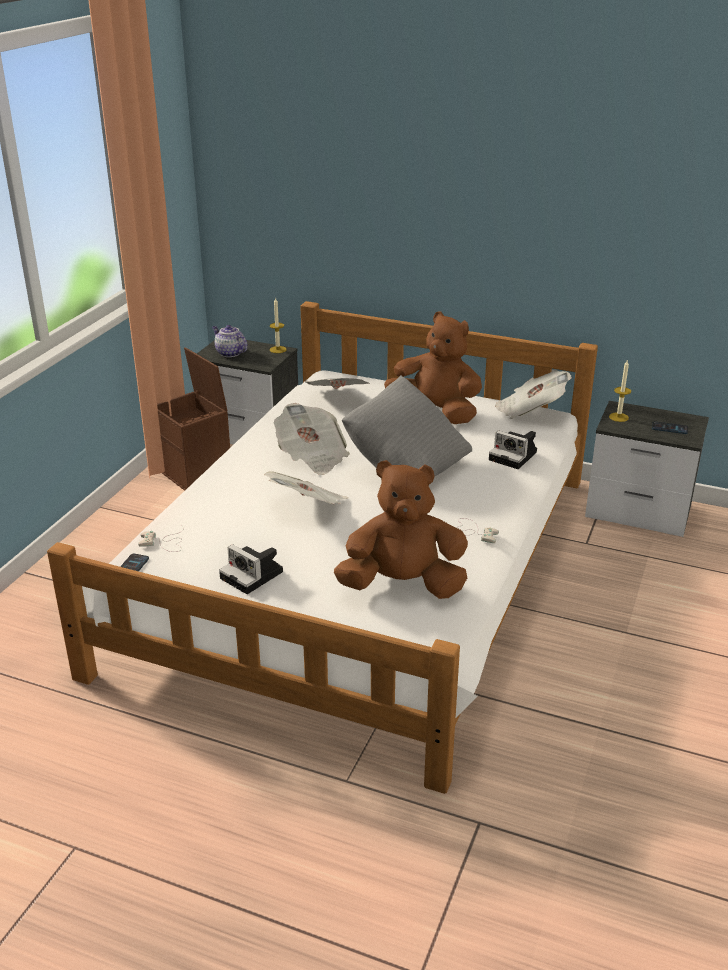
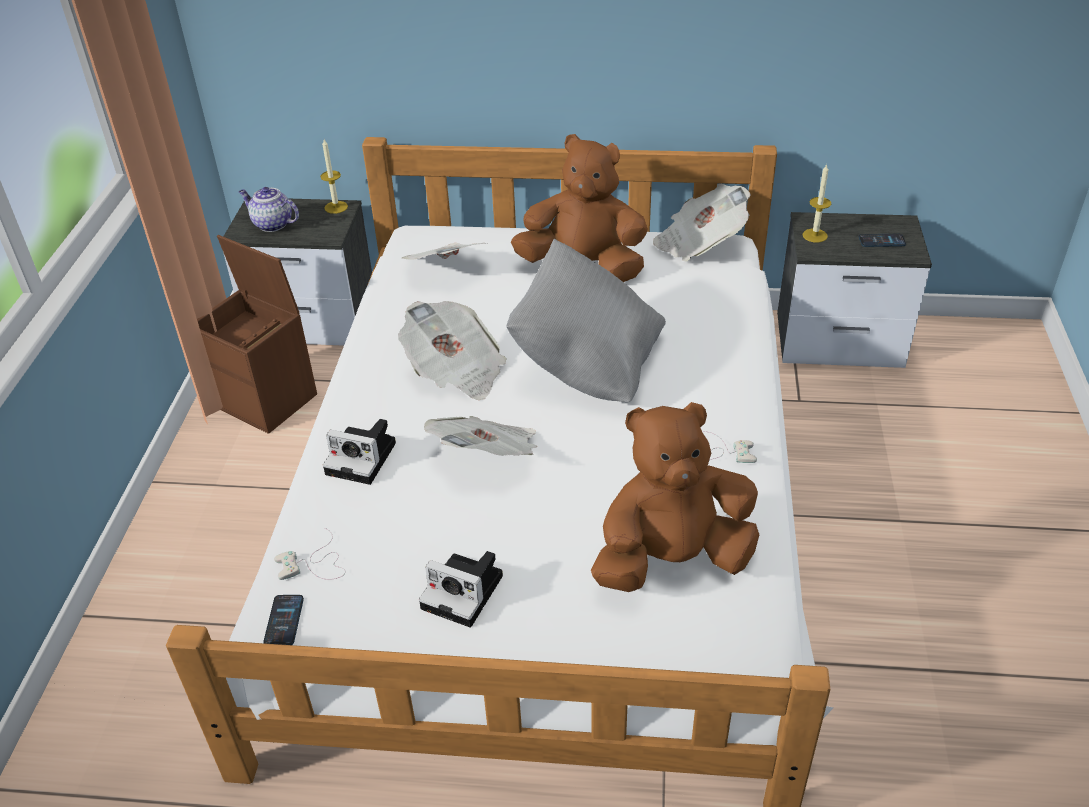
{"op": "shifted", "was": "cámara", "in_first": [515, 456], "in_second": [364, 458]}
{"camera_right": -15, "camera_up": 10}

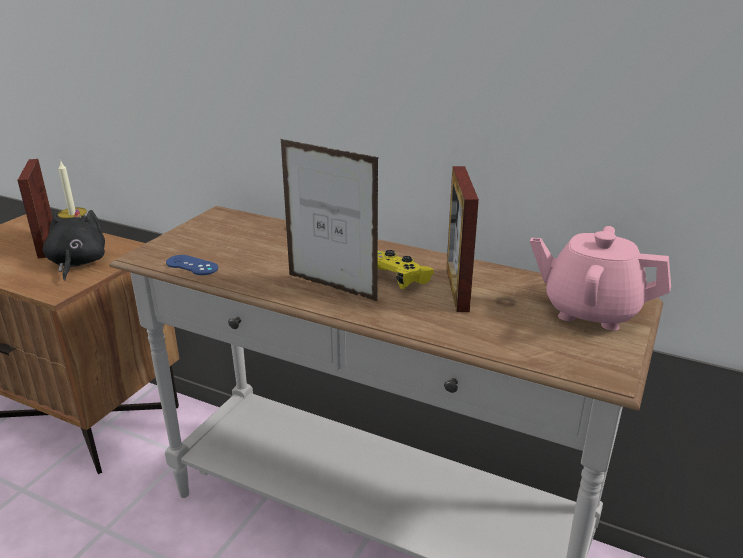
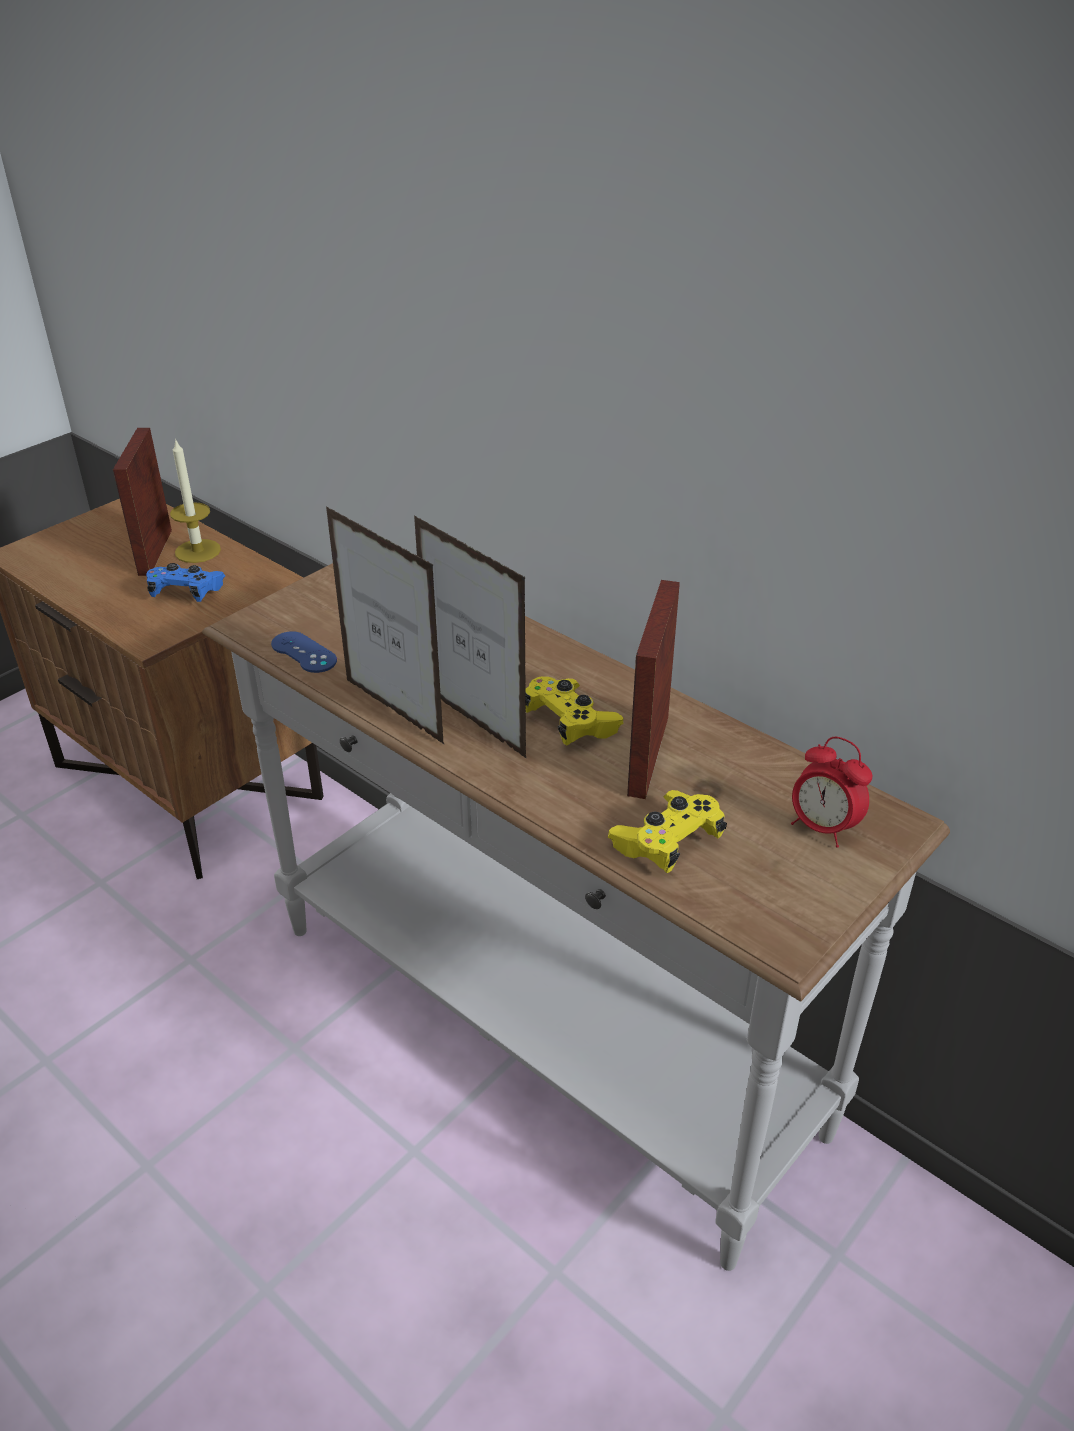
{"op": "new", "now": "portarretratos", "in_second": [394, 711]}
{"op": "new", "now": "mando de consola/amarillo", "in_second": [667, 843]}
{"op": "swapped", "was": "peluche/negro", "now": "mando de consola/azul", "in_first": [77, 263], "in_second": [186, 592]}
{"op": "swapped", "was": "tetera/rosa", "now": "despertador", "in_first": [590, 311], "in_second": [822, 828]}
{"camera_right": 15, "camera_up": 10}

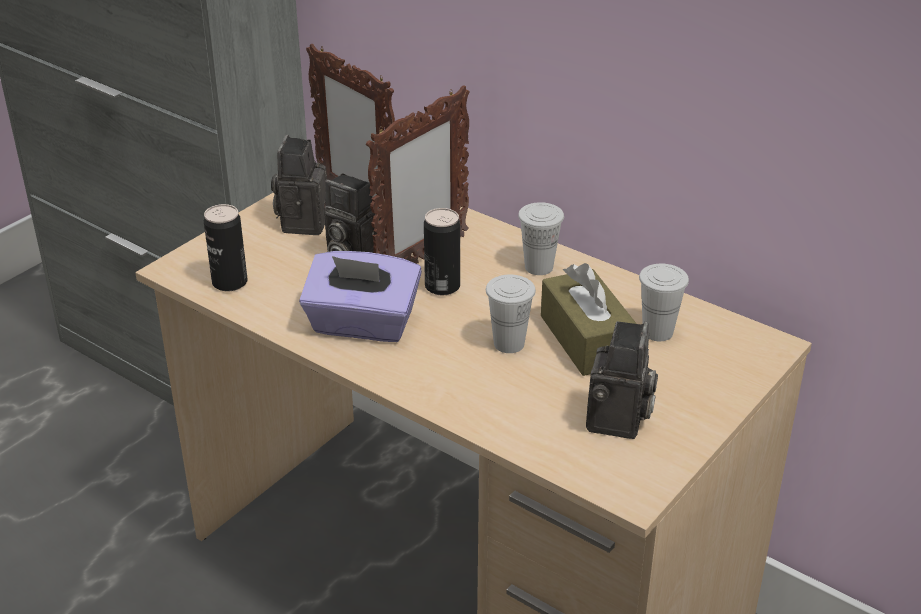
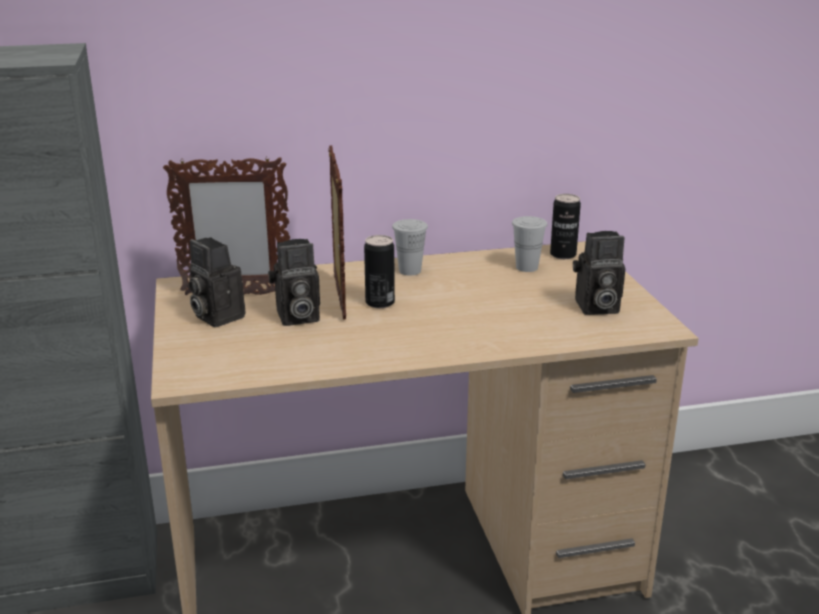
{"op": "gone", "was": "caja de pañuelos/morado", "in_first": [362, 325]}
{"op": "gone", "was": "taza/blanco", "in_first": [509, 344]}
{"op": "gone", "was": "caja de pañuelos/marrón", "in_first": [586, 339]}
{"op": "shifted", "was": "lata", "in_first": [230, 282], "in_second": [563, 255]}
{"op": "rotated", "was": "cámara", "in_first": [618, 422], "in_second": [595, 308], "clockwise": 120}
{"camera_right": -50, "camera_up": -10}

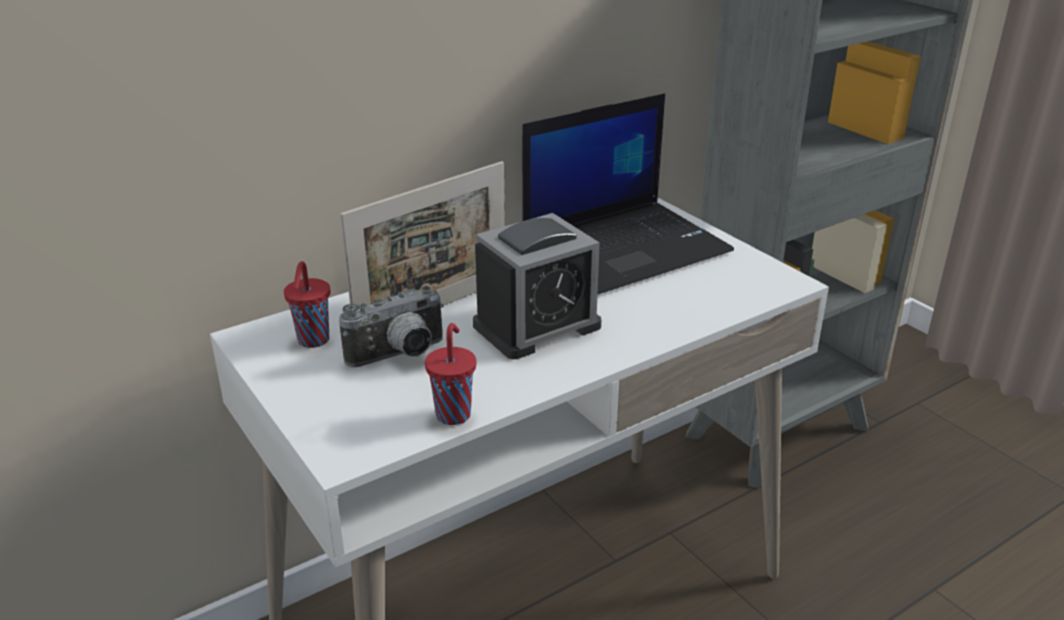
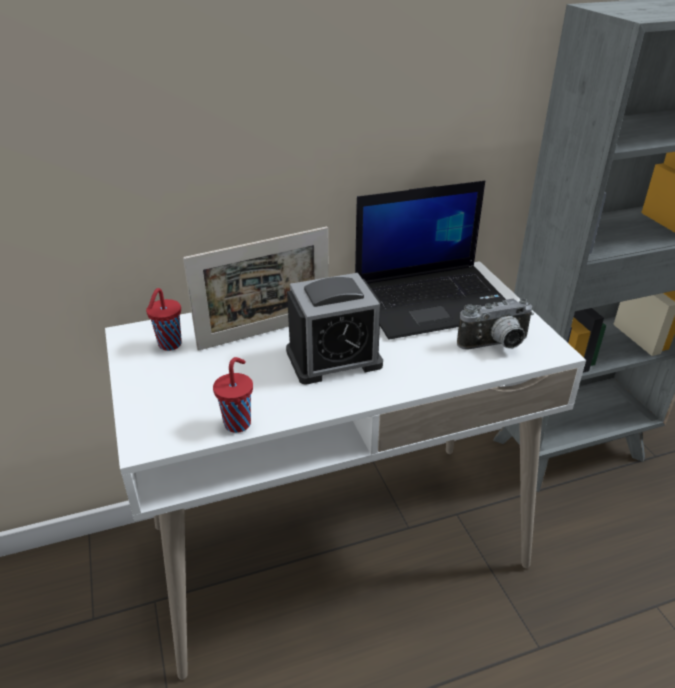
{"op": "shifted", "was": "cámara", "in_first": [400, 356], "in_second": [496, 346]}
{"camera_right": 15, "camera_up": 5}

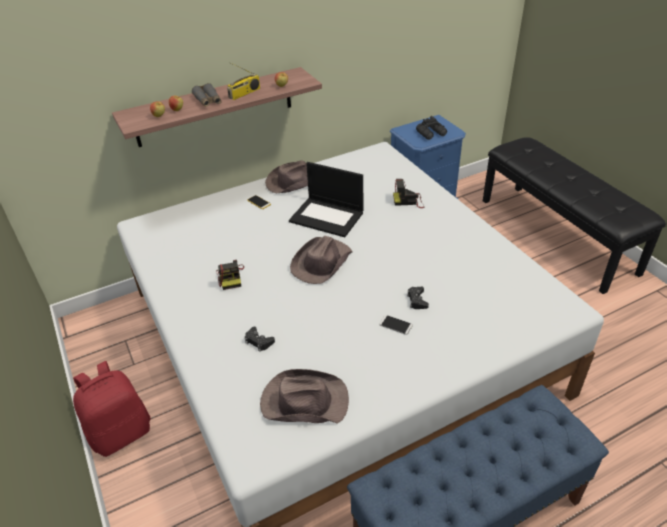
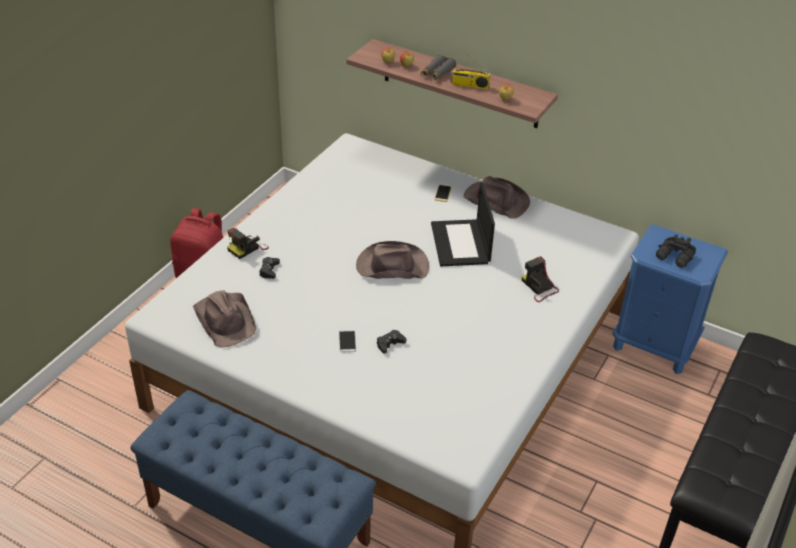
{"op": "shifted", "was": "cámara", "in_first": [230, 277], "in_second": [247, 248]}
{"camera_right": 55, "camera_up": 0}

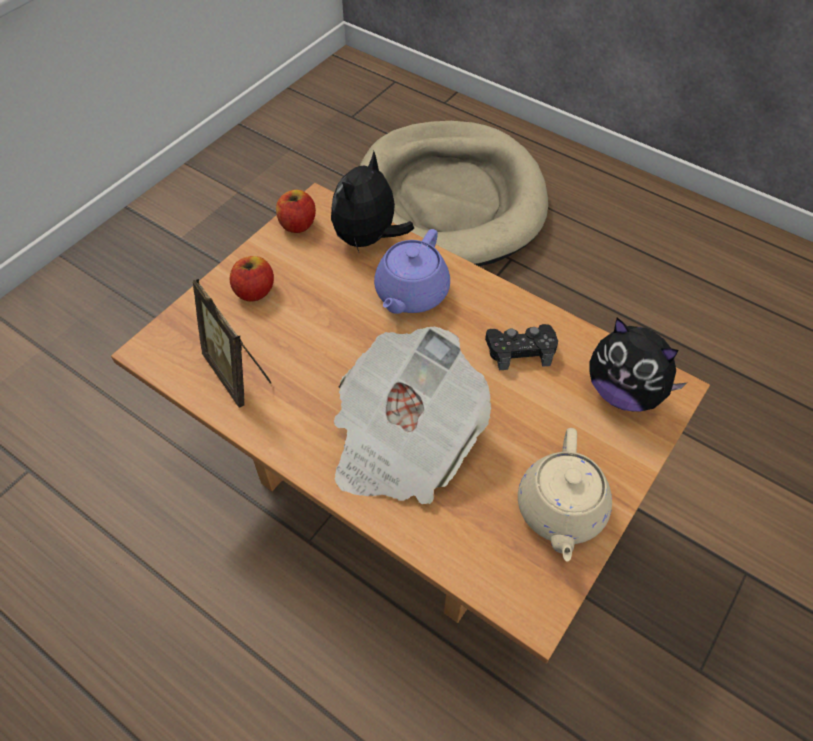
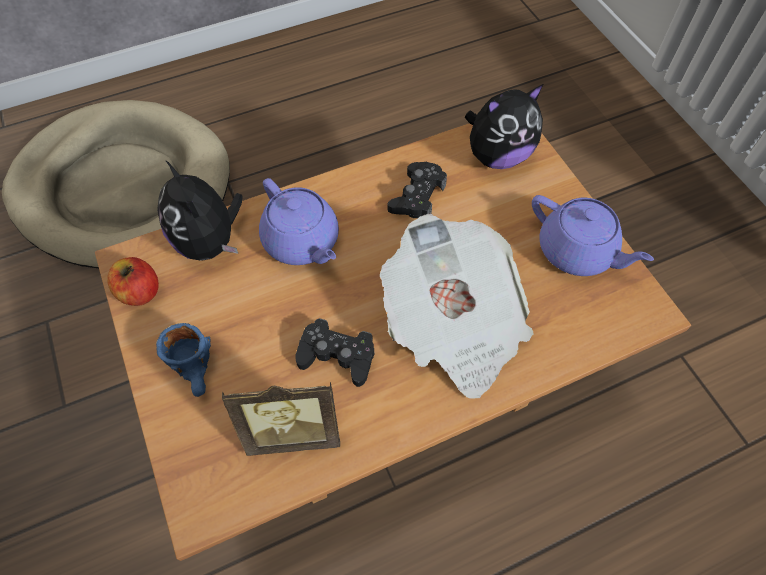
{"op": "new", "now": "mando de consola/negro", "in_second": [337, 356]}
{"op": "swapped", "was": "manzana", "now": "taza grande/azul", "in_first": [254, 291], "in_second": [198, 371]}
{"op": "repainted", "was": "tetera/beis", "now": "tetera/morado", "in_first": [560, 511], "in_second": [577, 251]}
{"camera_right": -60, "camera_up": 5}

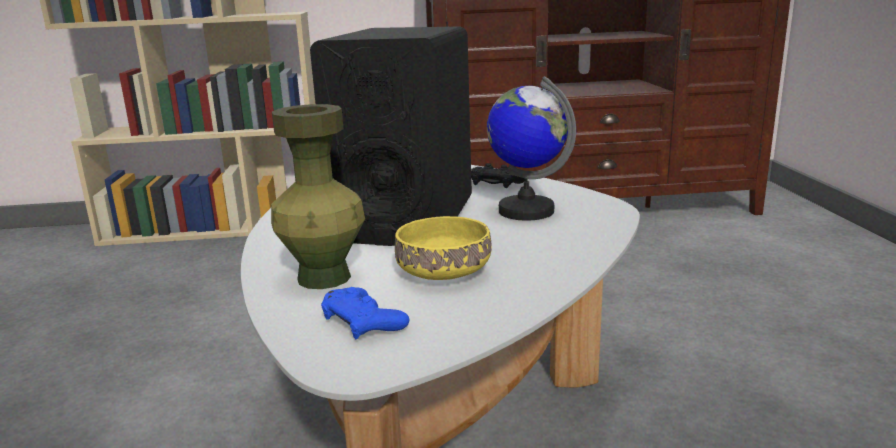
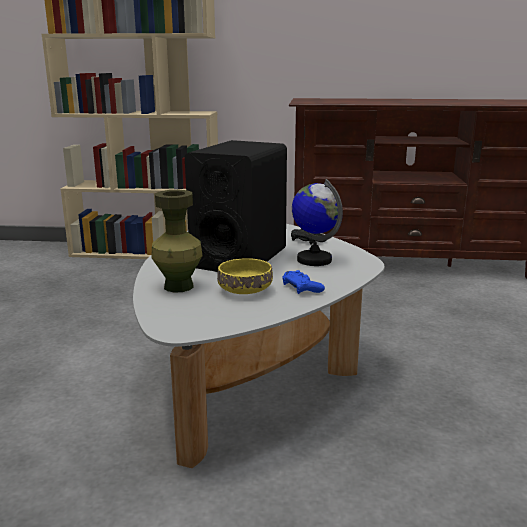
{"op": "shifted", "was": "mando de consola/azul", "in_first": [363, 322], "in_second": [302, 288]}
{"camera_right": 10, "camera_up": 0}

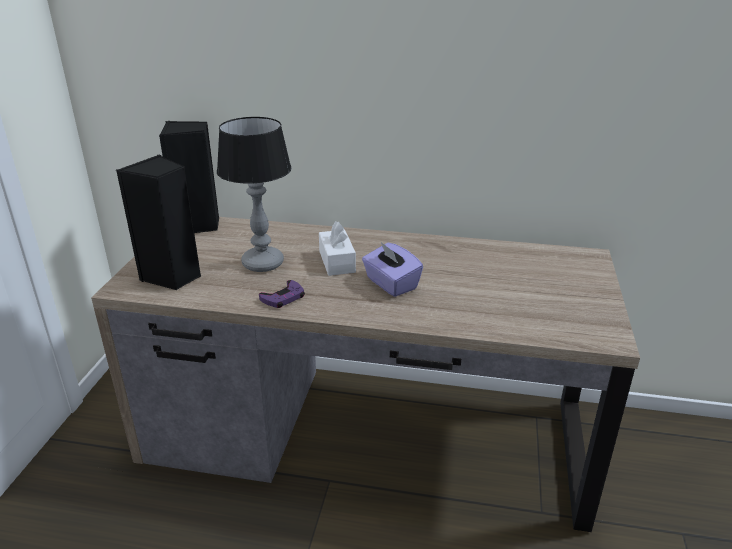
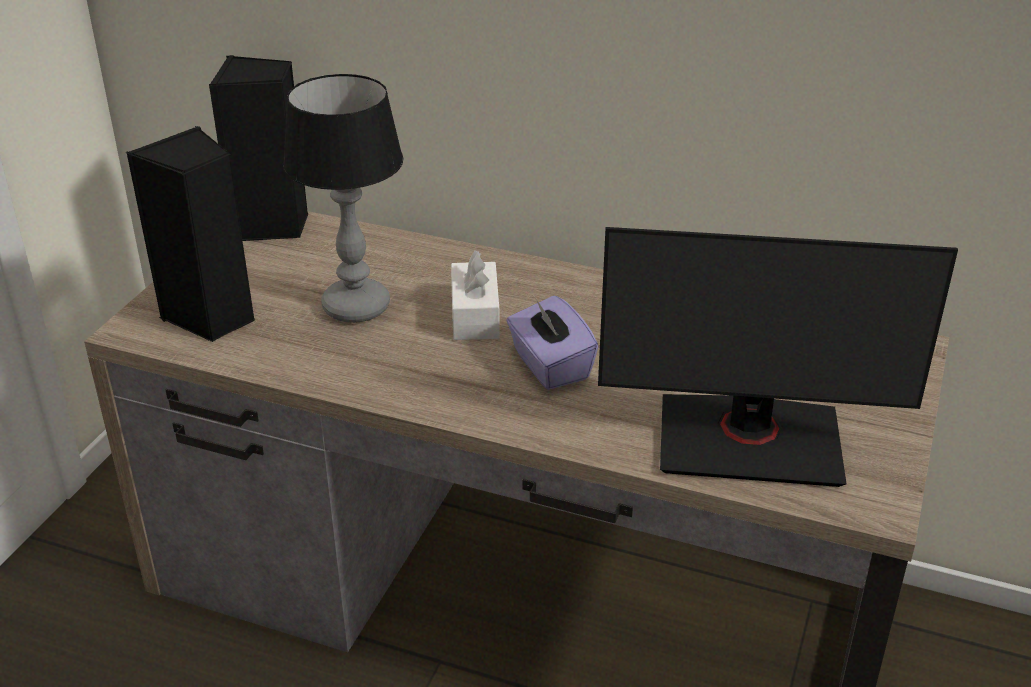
{"op": "gone", "was": "mando de consola/morado", "in_first": [283, 298]}
{"op": "new", "now": "monitor", "in_second": [749, 440]}
{"camera_right": 10, "camera_up": 5}

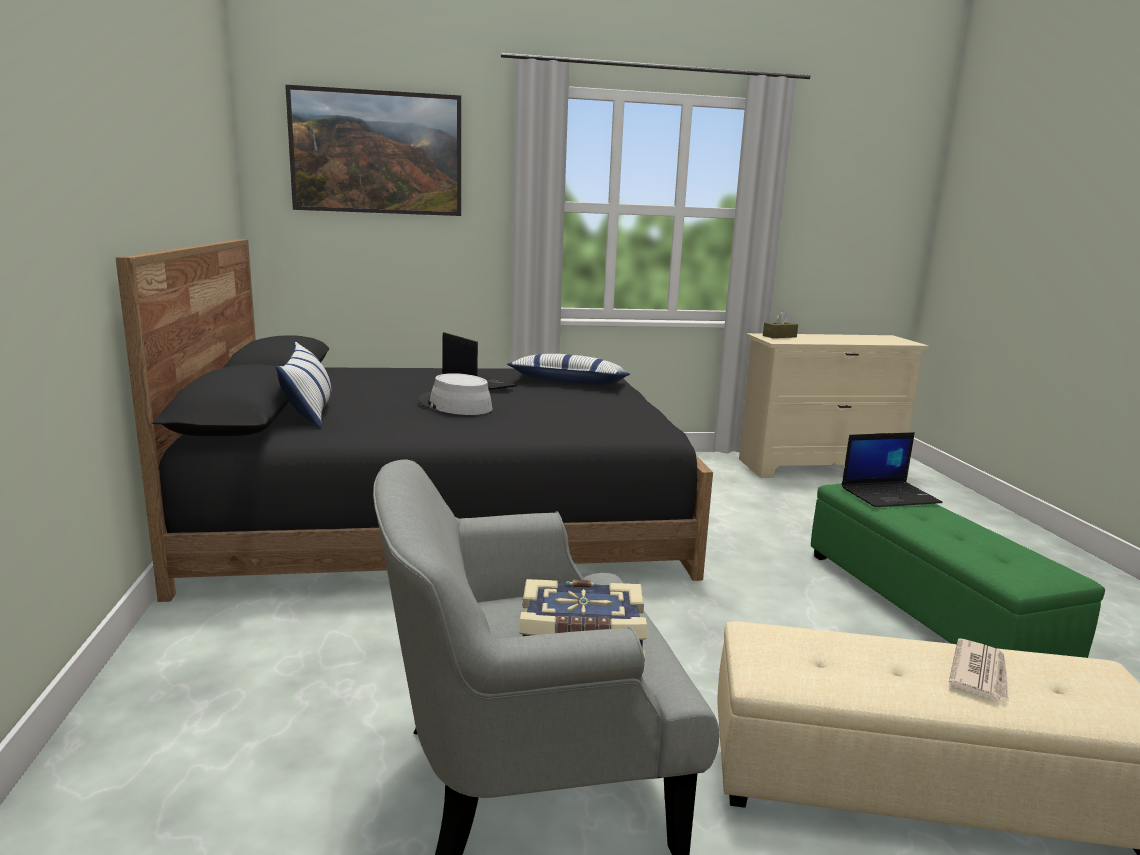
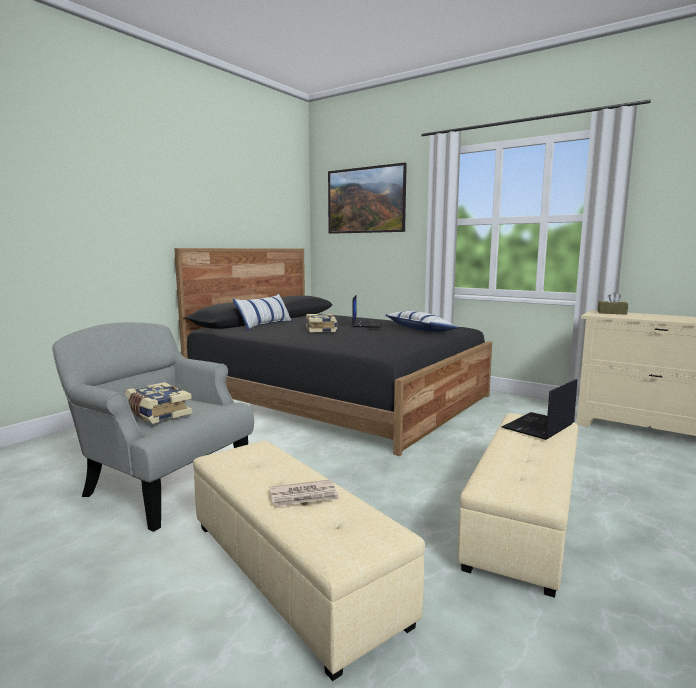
{"op": "swapped", "was": "sombrero/gris", "now": "libro", "in_first": [454, 406], "in_second": [322, 330]}
{"op": "repainted", "was": "puf/verde", "now": "puf/beis", "in_first": [928, 606], "in_second": [525, 519]}
{"op": "rotated", "was": "portátil", "in_first": [890, 495], "in_second": [538, 427], "clockwise": 105}
{"camera_right": 45, "camera_up": -5}

